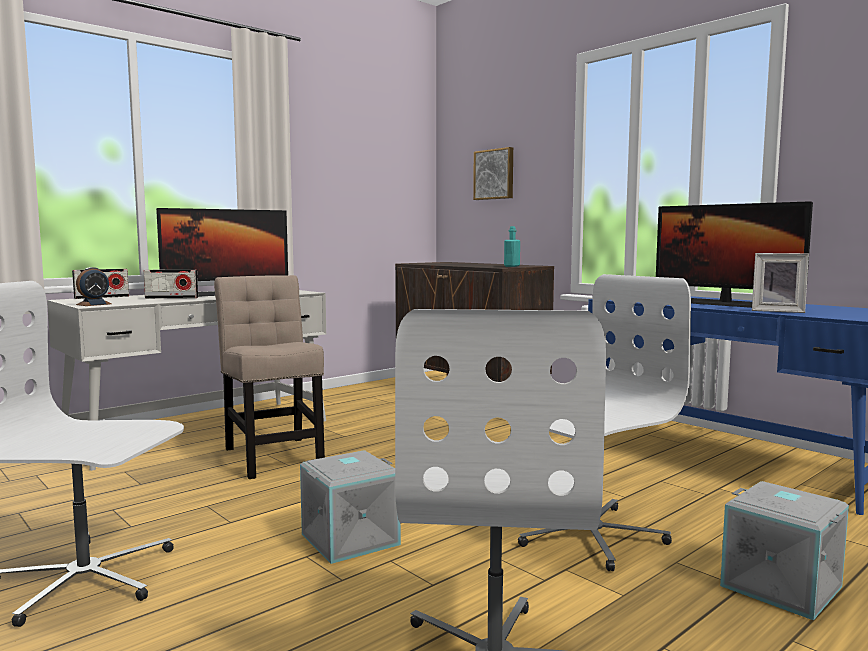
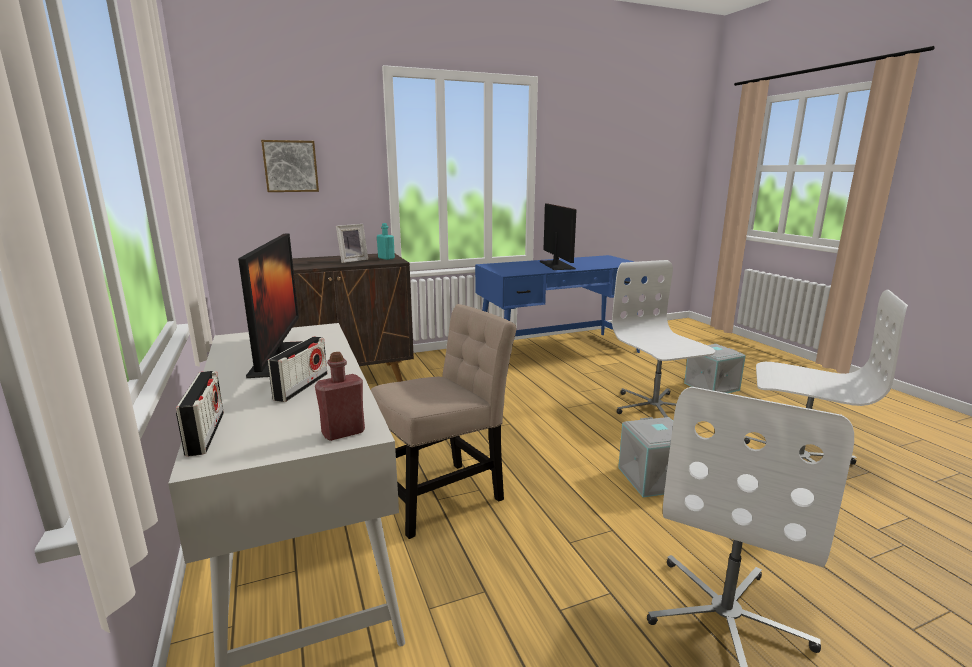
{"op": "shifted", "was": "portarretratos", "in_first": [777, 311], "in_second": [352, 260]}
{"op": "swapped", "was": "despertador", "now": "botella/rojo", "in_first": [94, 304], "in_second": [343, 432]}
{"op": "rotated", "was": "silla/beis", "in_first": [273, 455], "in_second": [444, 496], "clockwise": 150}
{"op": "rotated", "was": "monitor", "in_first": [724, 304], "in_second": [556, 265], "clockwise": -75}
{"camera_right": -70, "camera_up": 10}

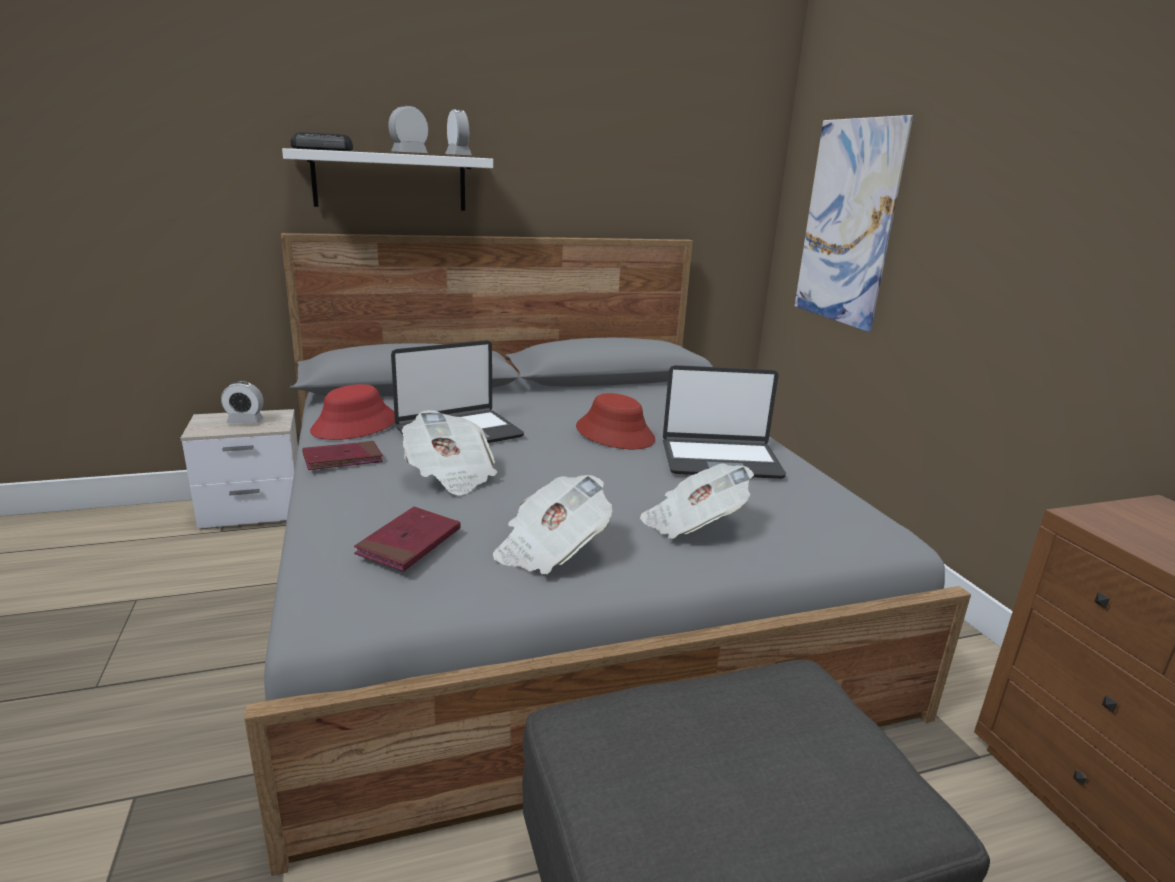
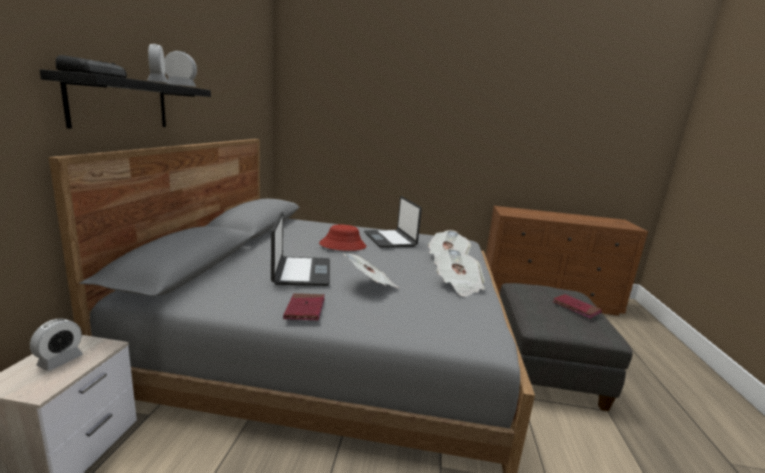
{"op": "gone", "was": "sombrero/rojo", "in_first": [355, 425]}
{"op": "gone", "was": "cuadro", "in_first": [847, 223]}
{"op": "shifted", "was": "libro/rojo", "in_first": [409, 543], "in_second": [576, 308]}
{"op": "repainted", "was": "estante/blanco", "now": "estante/negro", "in_first": [390, 181], "in_second": [120, 104]}
{"op": "rotated", "was": "portátil", "in_first": [720, 460], "in_second": [390, 239], "clockwise": 135}
{"camera_right": -65, "camera_up": -5}

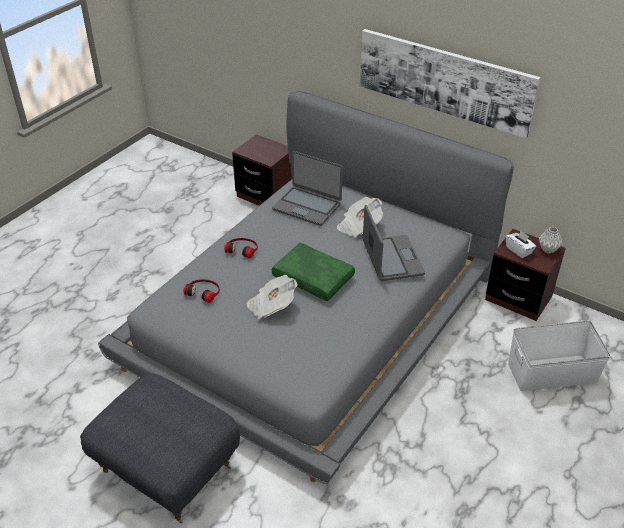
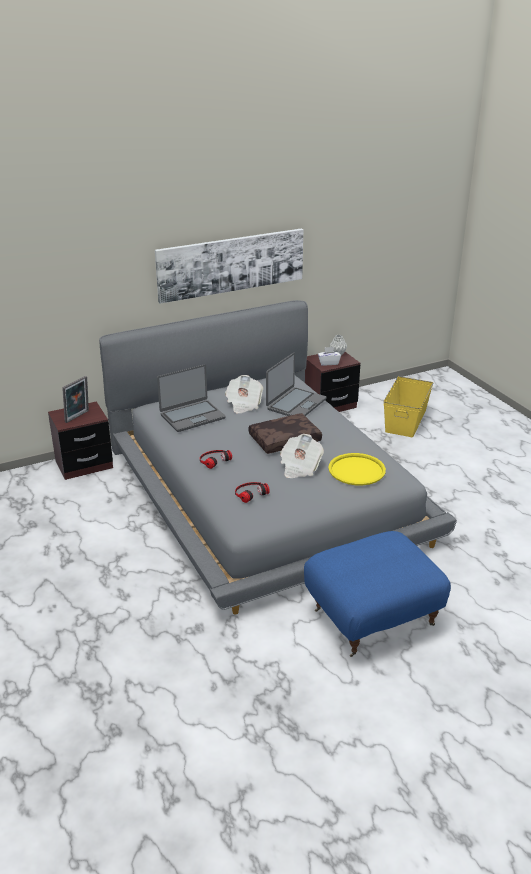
{"op": "new", "now": "portarretratos", "in_second": [78, 417]}
{"op": "new", "now": "bandeja/amarillo", "in_second": [357, 470]}
{"op": "repainted", "was": "puf/gris", "now": "puf/azul", "in_first": [168, 468], "in_second": [372, 616]}
{"op": "repainted", "was": "cojín/verde", "now": "cojín/marrón", "in_first": [314, 278], "in_second": [284, 440]}
{"op": "repainted", "was": "caja de almacenaje/blanco", "now": "caja de almacenaje/amarillo", "in_first": [551, 372], "in_second": [405, 421]}
{"op": "rotated", "was": "portátil", "in_first": [391, 259], "in_second": [295, 404], "clockwise": 105}
{"camera_right": -60, "camera_up": -10}

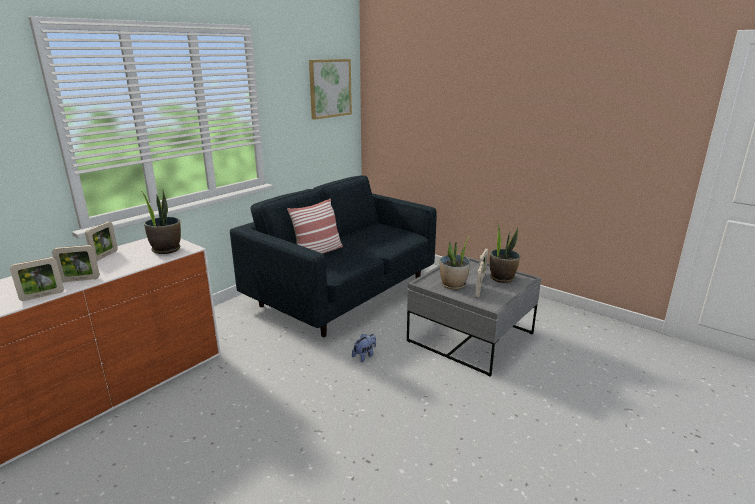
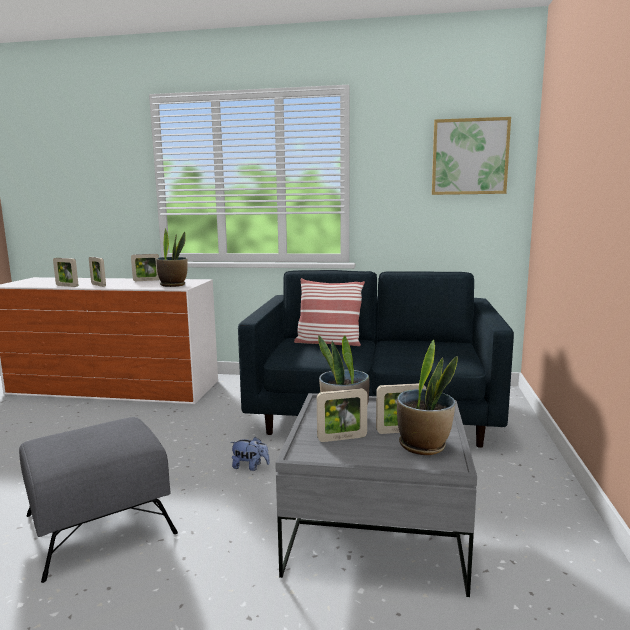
{"op": "new", "now": "puf/gris", "in_second": [101, 524]}
{"camera_right": 60, "camera_up": -10}

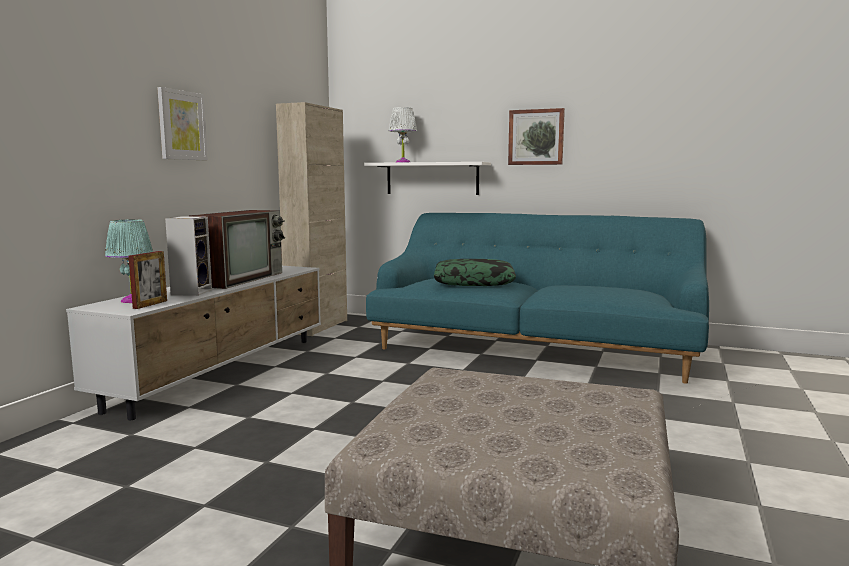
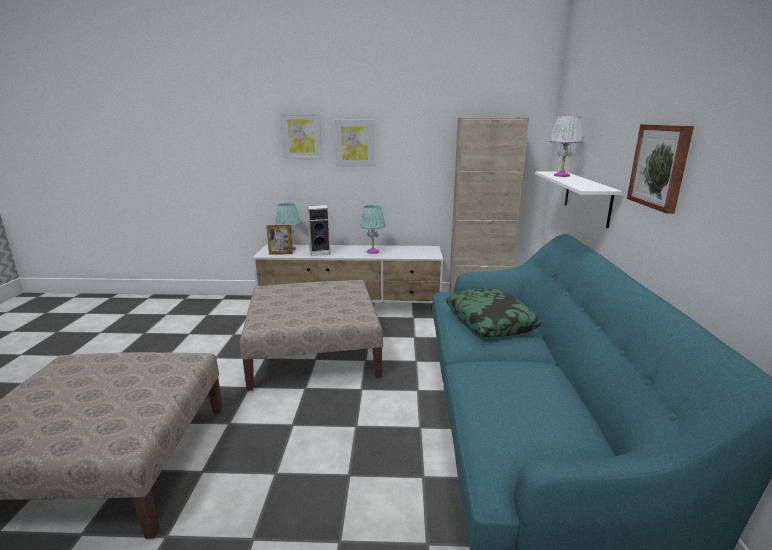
{"op": "new", "now": "puf/beis", "in_second": [314, 352]}
{"op": "new", "now": "cuadro", "in_second": [301, 136]}
{"op": "swapped", "was": "televisor", "now": "lámpara de mesa/turquesa", "in_first": [241, 279], "in_second": [373, 251]}
{"camera_right": 70, "camera_up": 10}

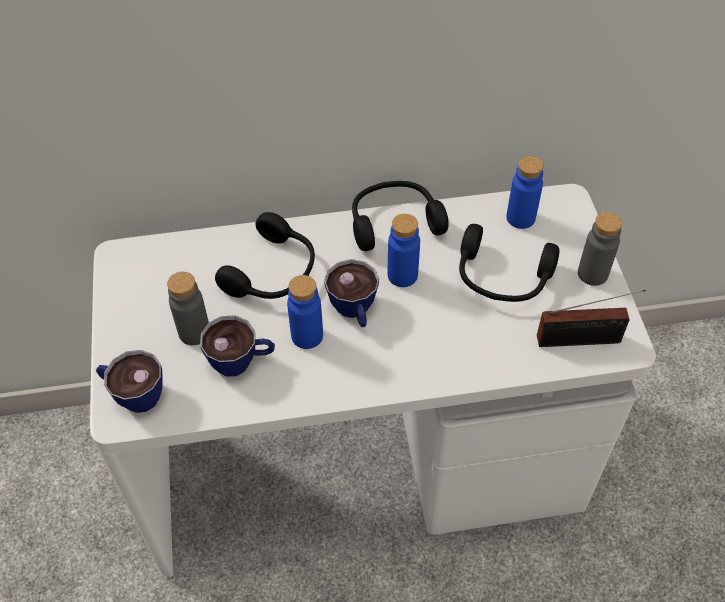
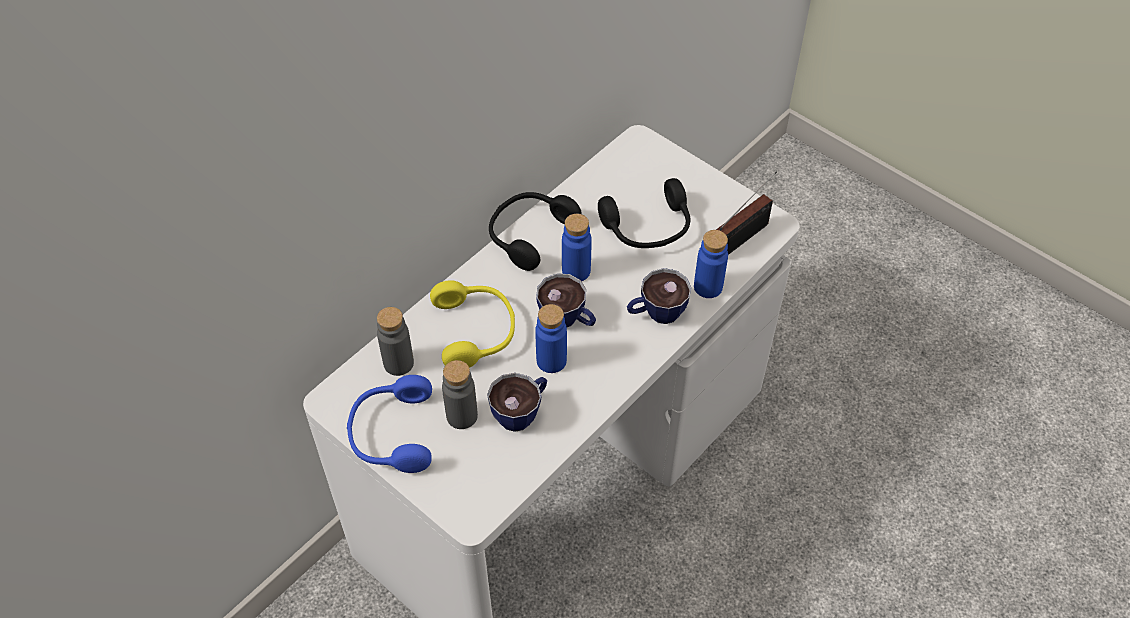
{"op": "new", "now": "auriculares/azul", "in_second": [391, 433]}
{"op": "shifted", "was": "taza", "in_first": [133, 394], "in_second": [656, 313]}
{"op": "shifted", "was": "botella/azul", "in_first": [520, 218], "in_second": [708, 287]}
{"op": "shifted", "was": "botella/gris", "in_first": [592, 274], "in_second": [398, 363]}
{"op": "repainted", "was": "auriculares/negro", "now": "auriculares/amarillo", "in_first": [273, 273], "in_second": [476, 331]}
{"camera_right": -40, "camera_up": 0}

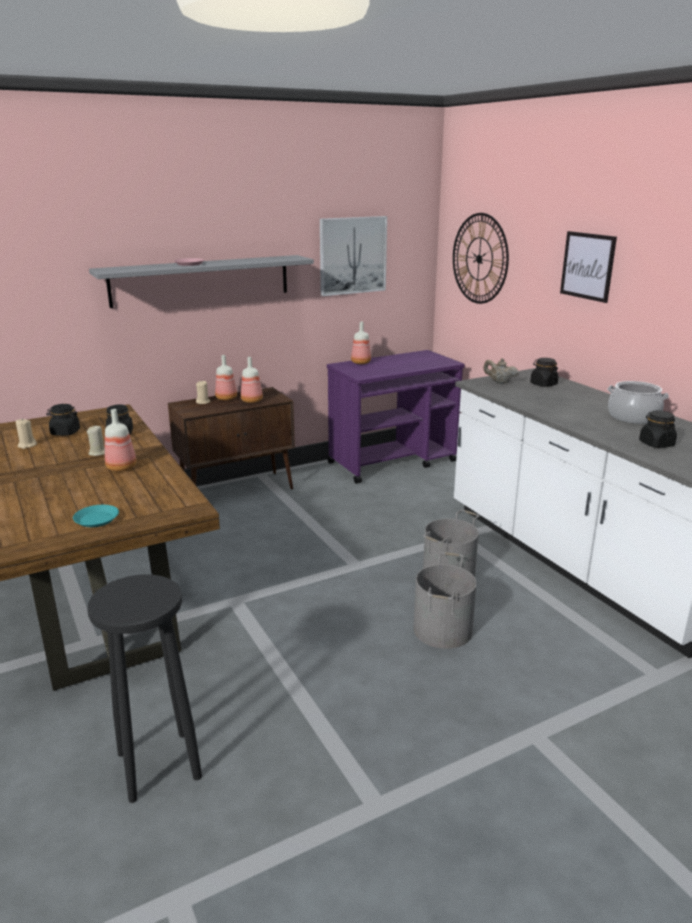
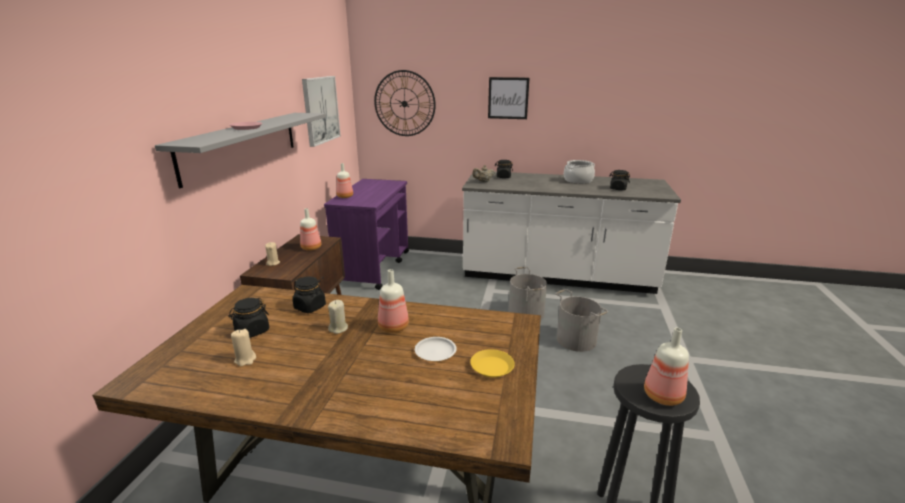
{"op": "new", "now": "plato/blanco", "in_second": [436, 351]}
{"op": "shifted", "was": "botella", "in_first": [226, 398], "in_second": [661, 396]}
{"op": "repainted", "was": "plato/turquesa", "now": "plato/amarillo", "in_first": [96, 519], "in_second": [491, 367]}
{"camera_right": -50, "camera_up": 0}

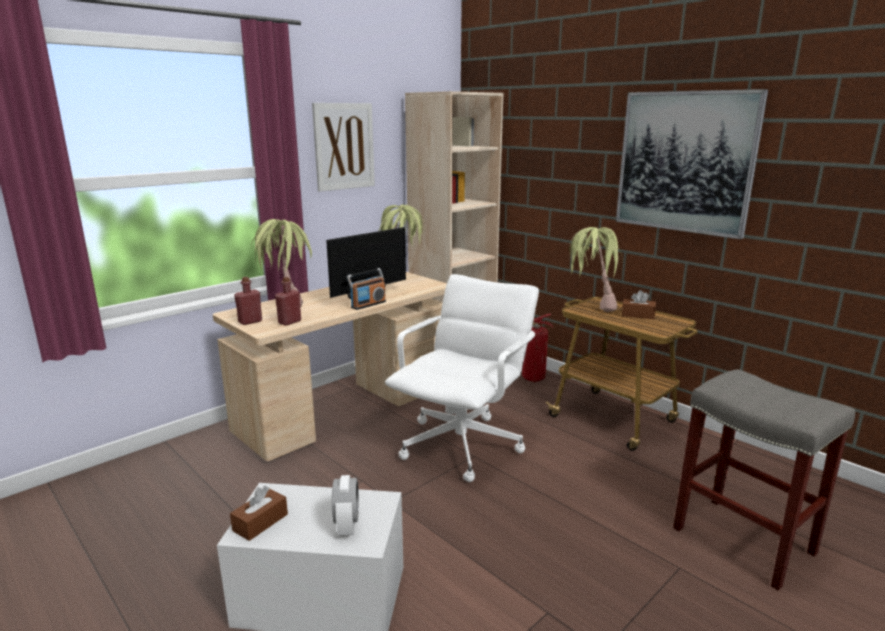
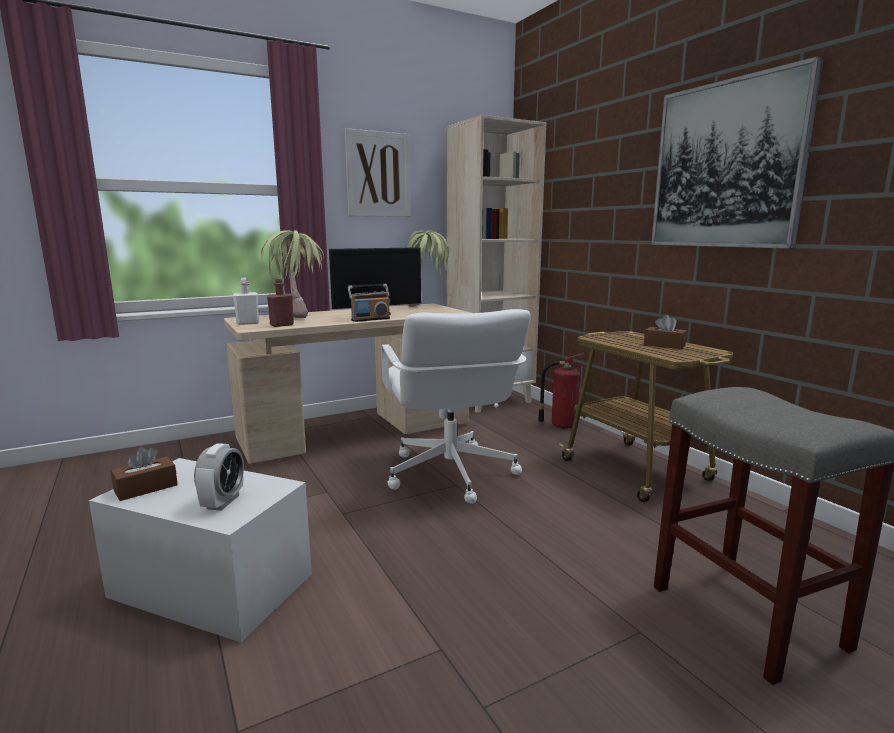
{"op": "gone", "was": "planta en maceta", "in_first": [590, 307]}
{"op": "repainted", "was": "botella/rojo", "now": "botella/blanco", "in_first": [250, 321], "in_second": [247, 323]}
{"op": "rotated", "was": "silla de oficina/blanco", "in_first": [462, 445], "in_second": [450, 474], "clockwise": 120}
{"camera_right": 15, "camera_up": -5}

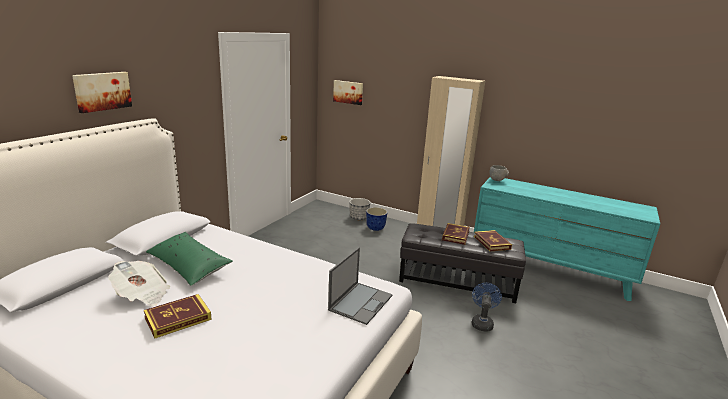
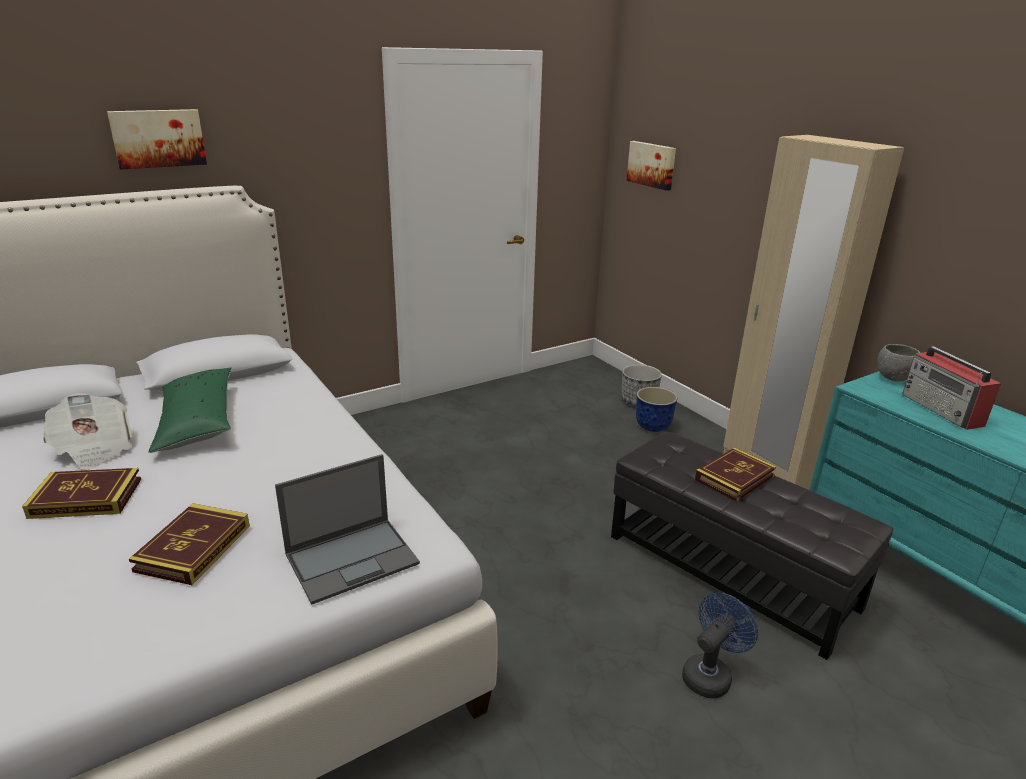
{"op": "new", "now": "radio", "in_second": [942, 410]}
{"op": "shifted", "was": "libro", "in_first": [491, 242], "in_second": [193, 548]}
{"camera_right": 30, "camera_up": 5}

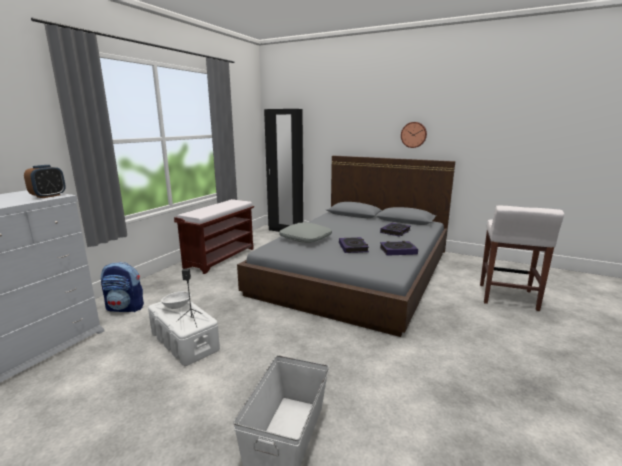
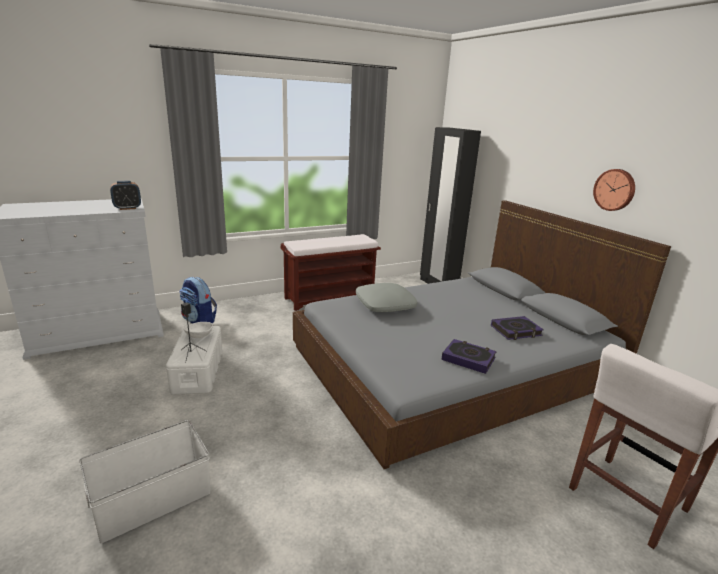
{"op": "gone", "was": "libro", "in_first": [353, 247]}
{"camera_right": 35, "camera_up": 5}

